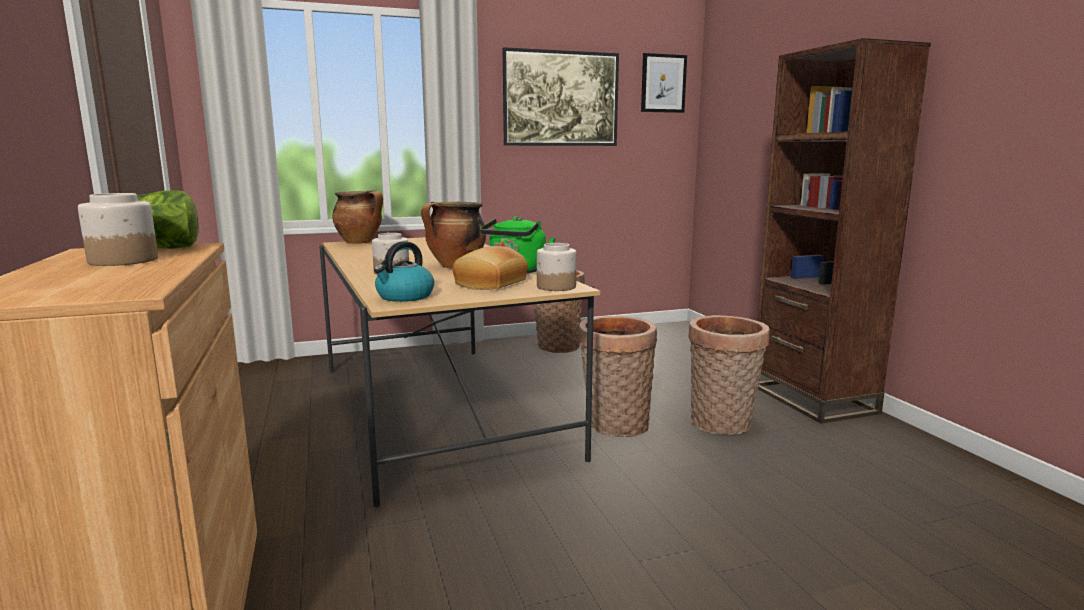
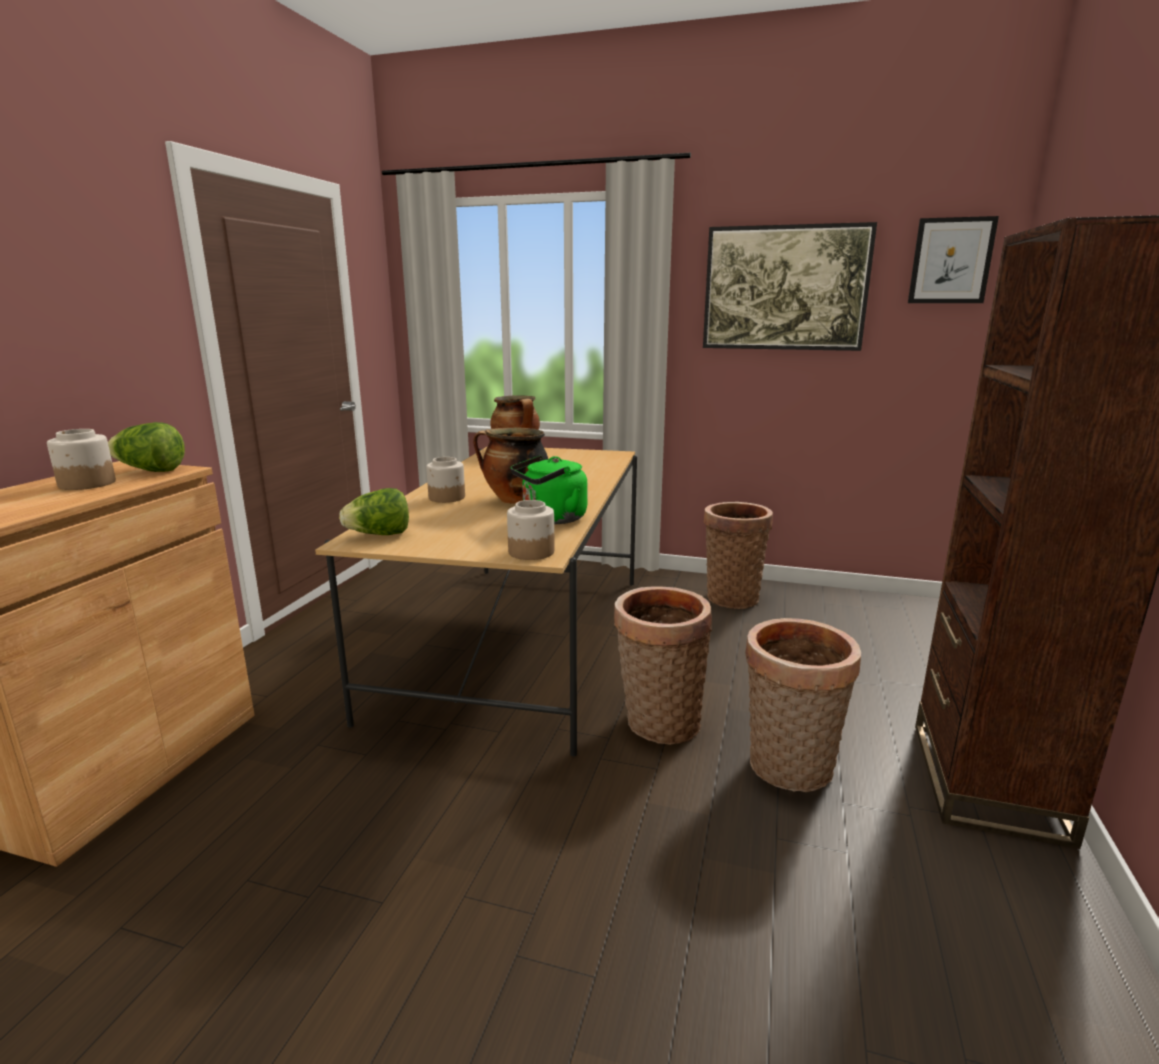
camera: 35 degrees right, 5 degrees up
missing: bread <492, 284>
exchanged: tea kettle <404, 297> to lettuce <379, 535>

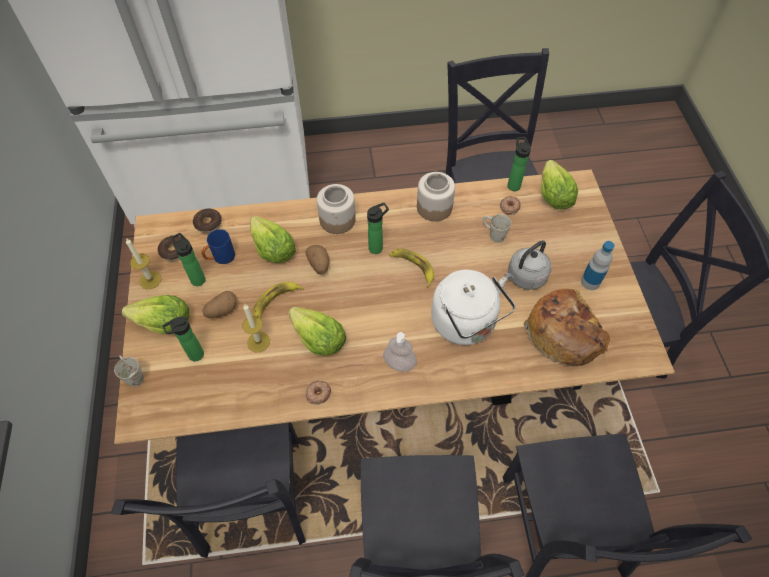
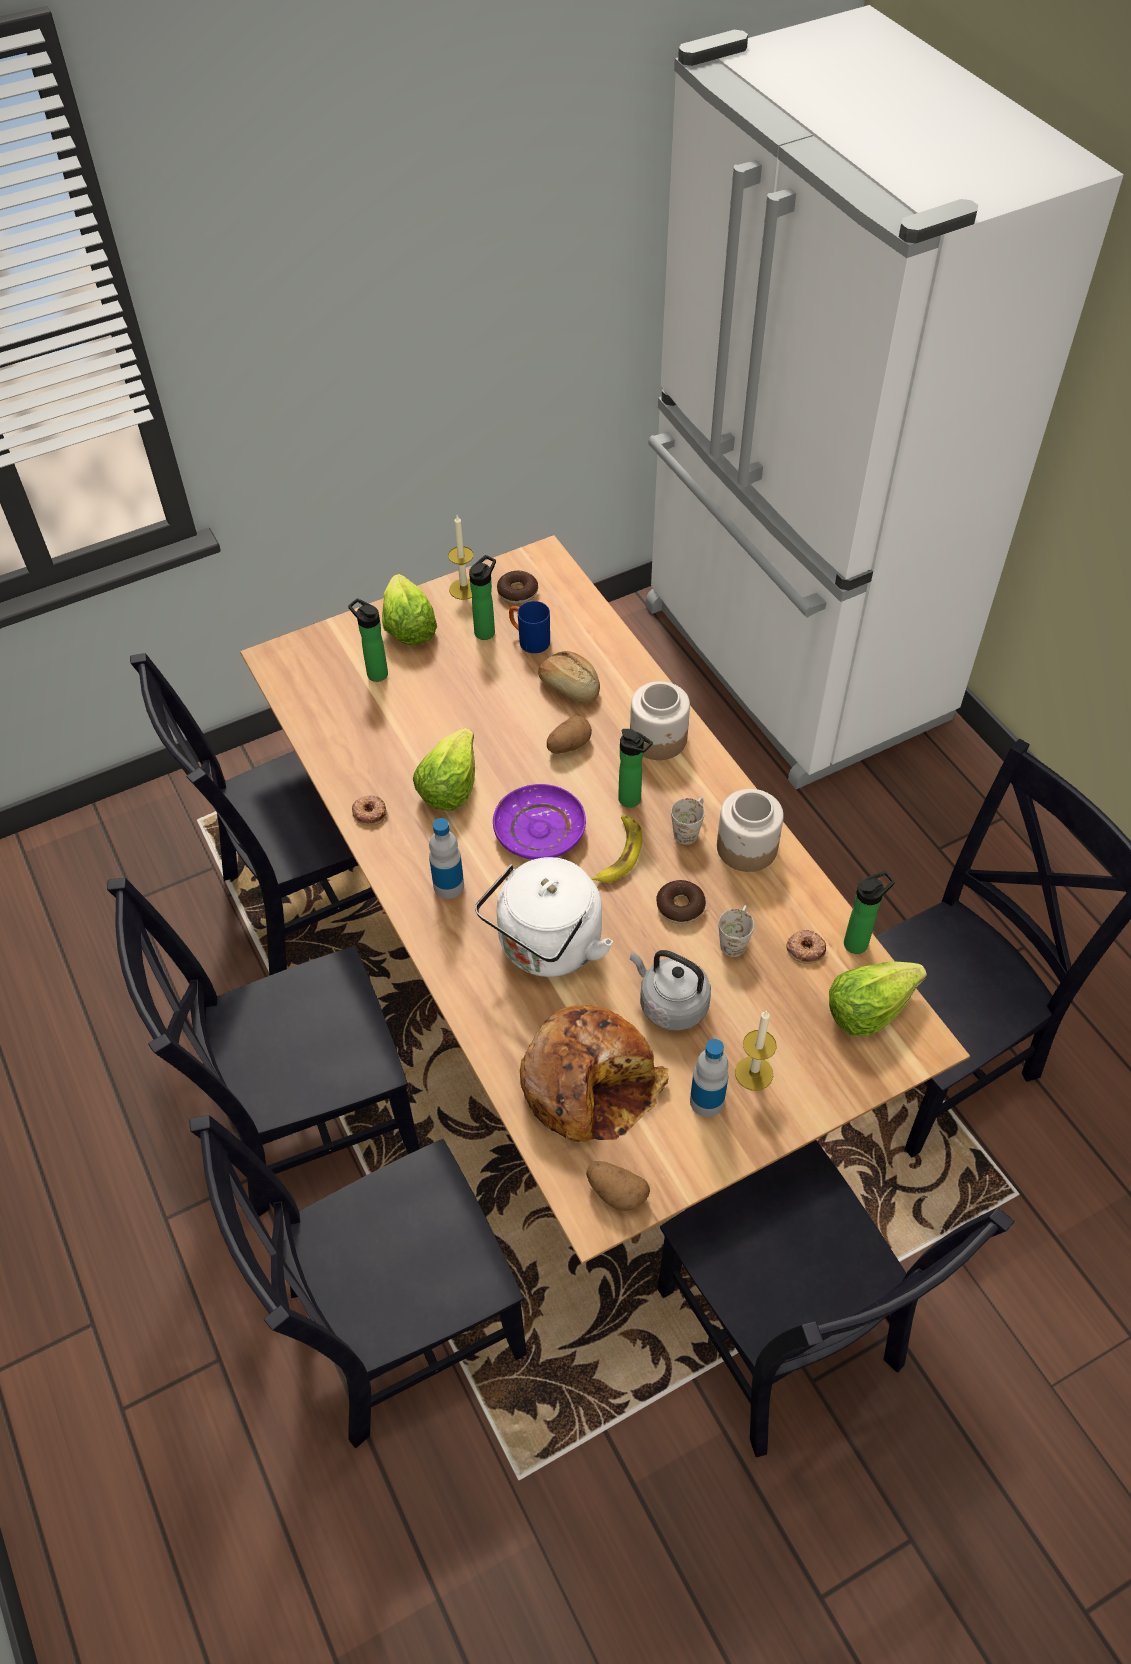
camera: 70 degrees right, 5 degrees down
missing: banana <276, 302>
appeared: purple-coloured plate <540, 831>
relocated: white-coloured coffee mug <133, 375> to <689, 829>; donut <208, 223> to <680, 906>; spud <222, 310> to <615, 1192>; wax candle <258, 342> to <754, 1073>
exchanged: lettuce <272, 249> to bread <569, 687>; soap bottle <399, 363> to beverage bottle <448, 886>

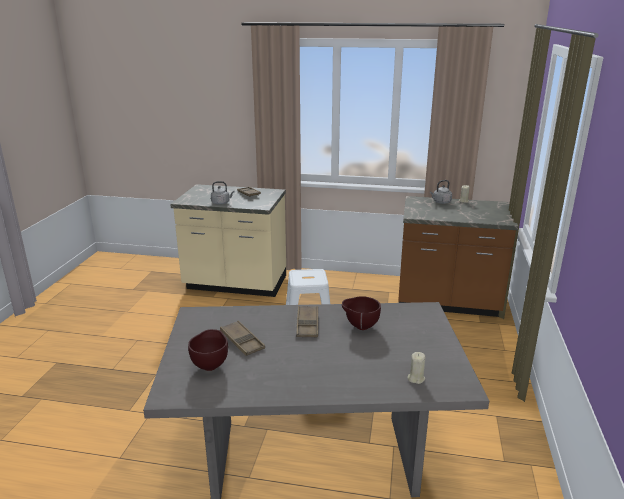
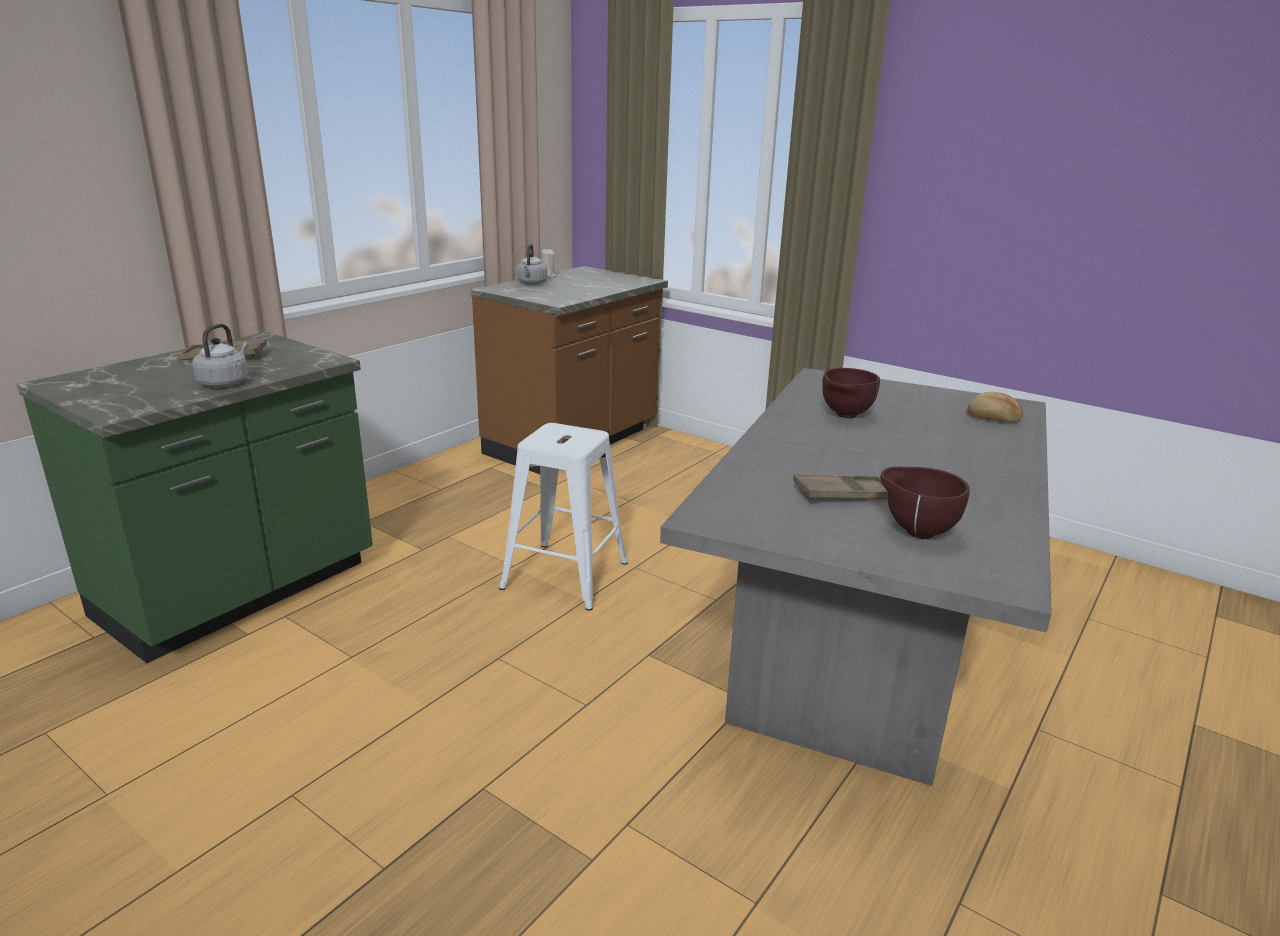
camera: 65 degrees left, 0 degrees up
missing: brownish serving tray <307, 325>
exchanged: sand-coloured wax candle <416, 378> to bread <993, 419>
colour: sand-coloured kitchen counter <235, 284> to green-coloured kitchen counter <240, 592>

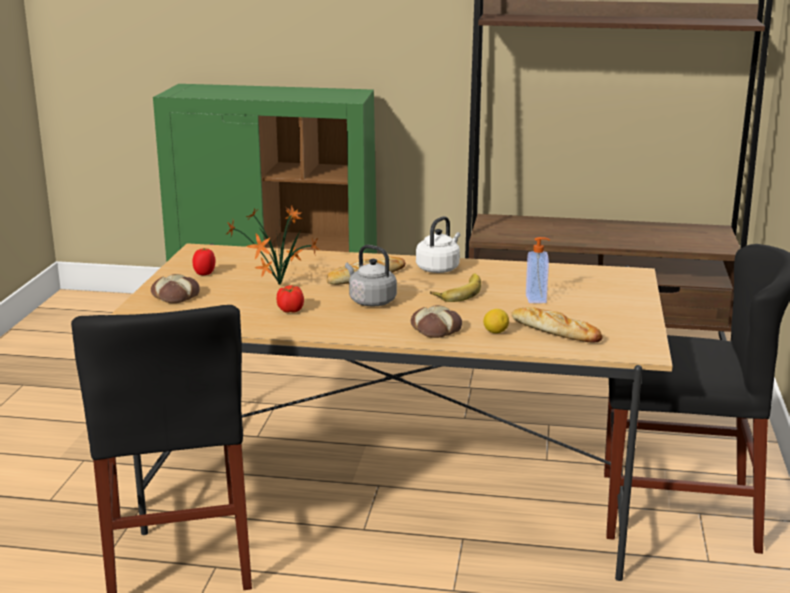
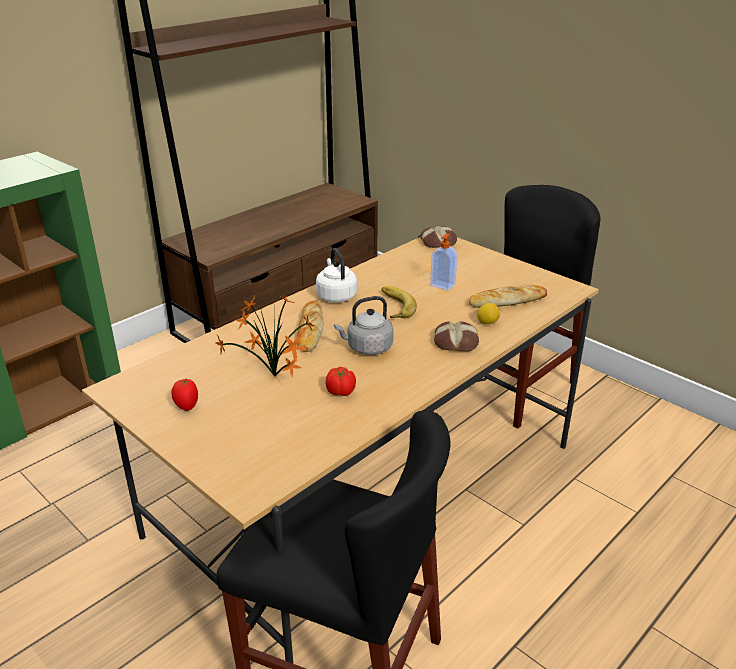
camera: 55 degrees left, 10 degrees up
relocated: bread <176, 295> to <438, 241>

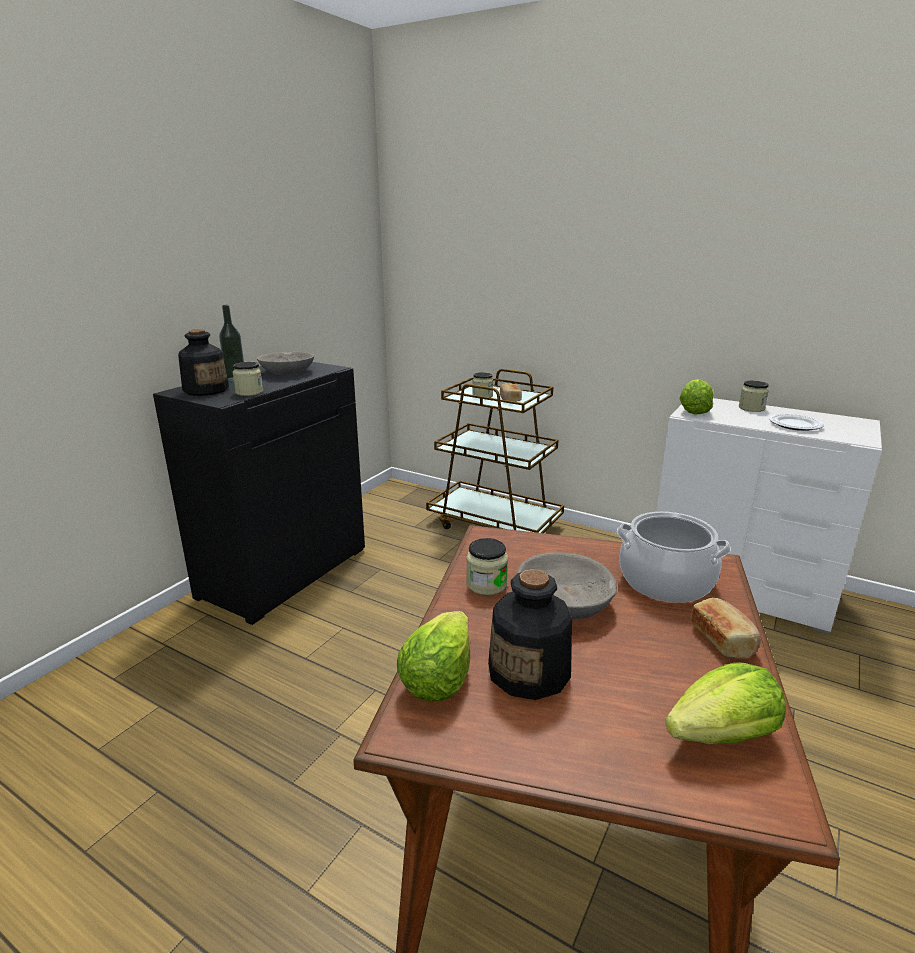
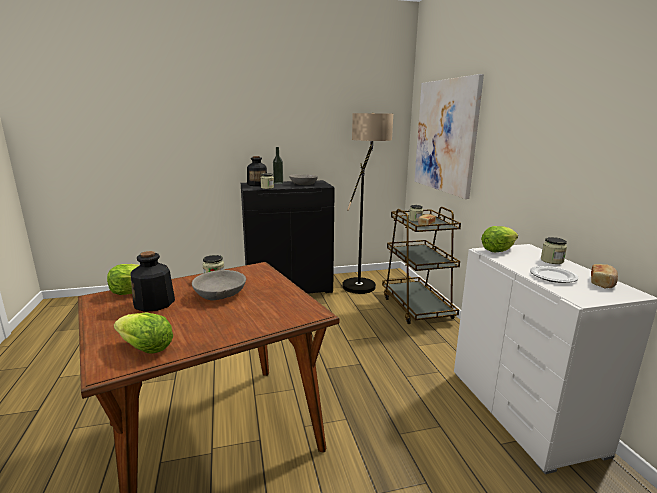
camera: 45 degrees right, 5 degrees down
missing: stockpot <665, 581>
appeared: floor lamp <363, 282>; wall picture <445, 136>
relocated: bread <723, 639> to <602, 283>

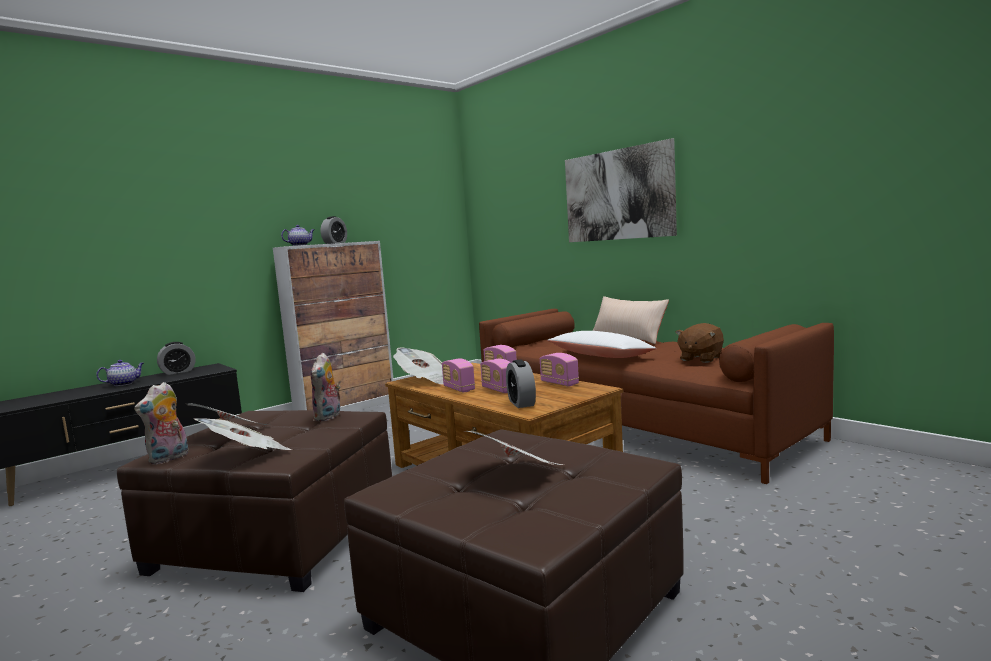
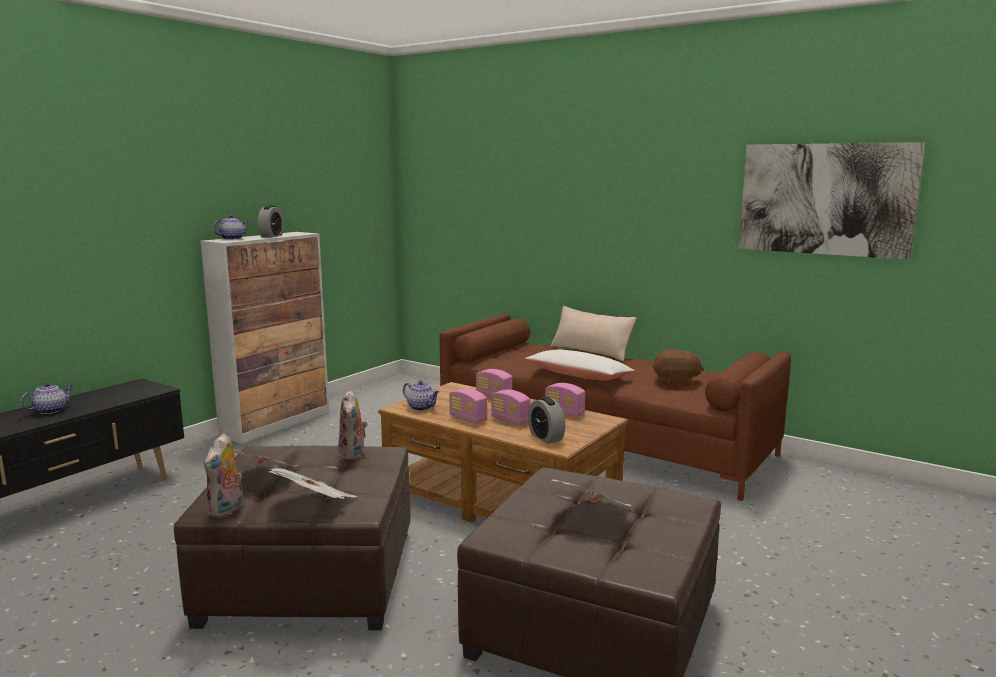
camera: 15 degrees left, 5 degrees up
missing: table clock <178, 372>
relocated: wall picture <617, 195> to <825, 199>
exchanged: daily paper <425, 381> to teapot <422, 407>
spun: brownish plush toy <700, 359> = <676, 382> 105 degrees counterclockwise

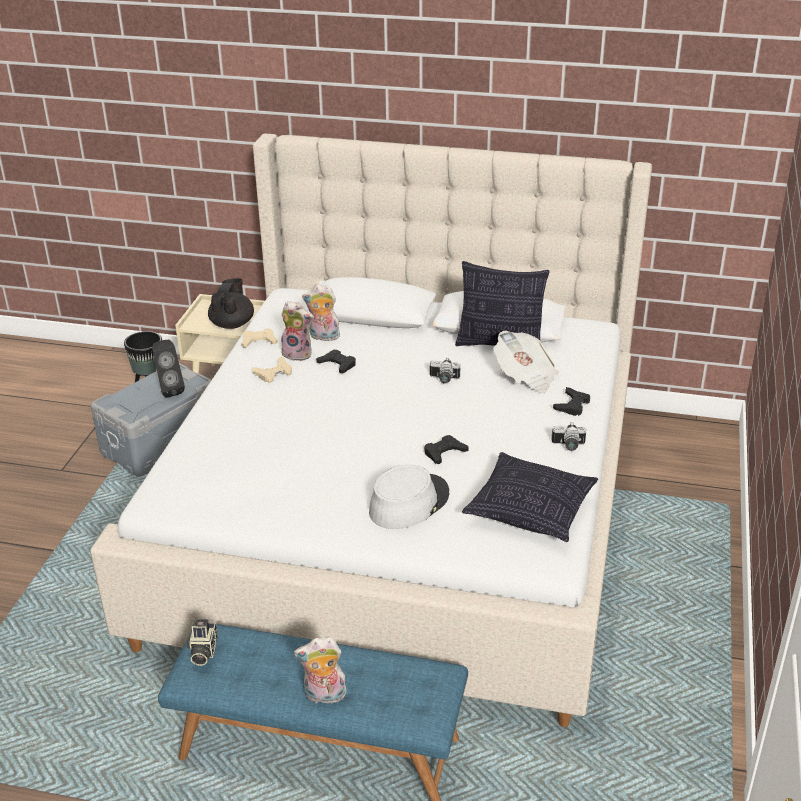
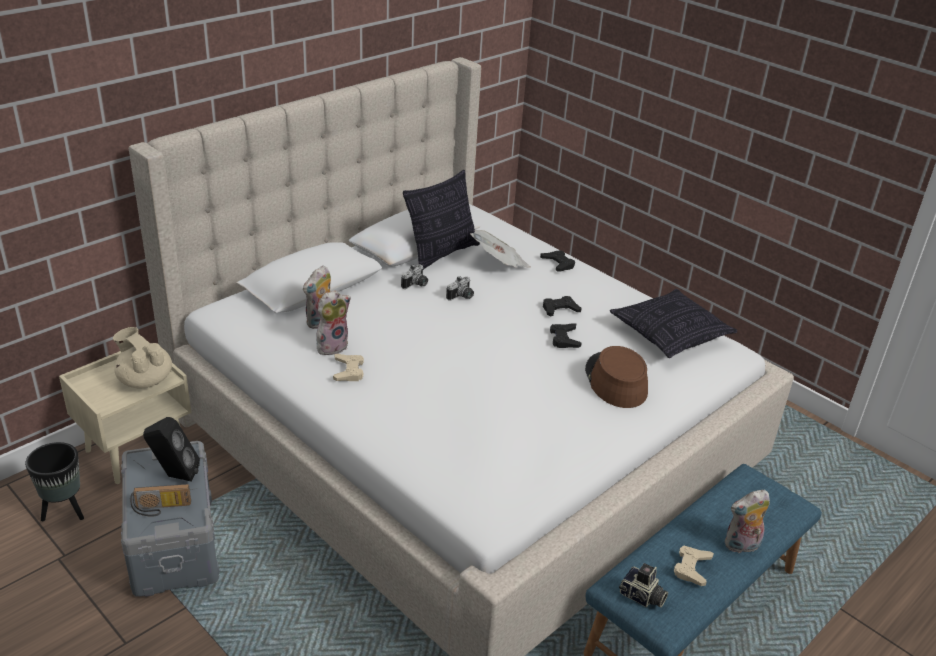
camera: 60 degrees left, 0 degrees up
appeared: radio set <161, 509>
relocated: sand-coloured joypad <259, 341> to <692, 568>; blackish joypad <337, 364> to <560, 309>; still camera <568, 446> to <416, 285>
colour: blackish teapot <232, 324> to sand-coloured teapot <145, 380>; greyish wearable hat <409, 502> to brownish wearable hat <615, 381>
spun: plush toy <324, 696> = <741, 546> 45 degrees clockwise

